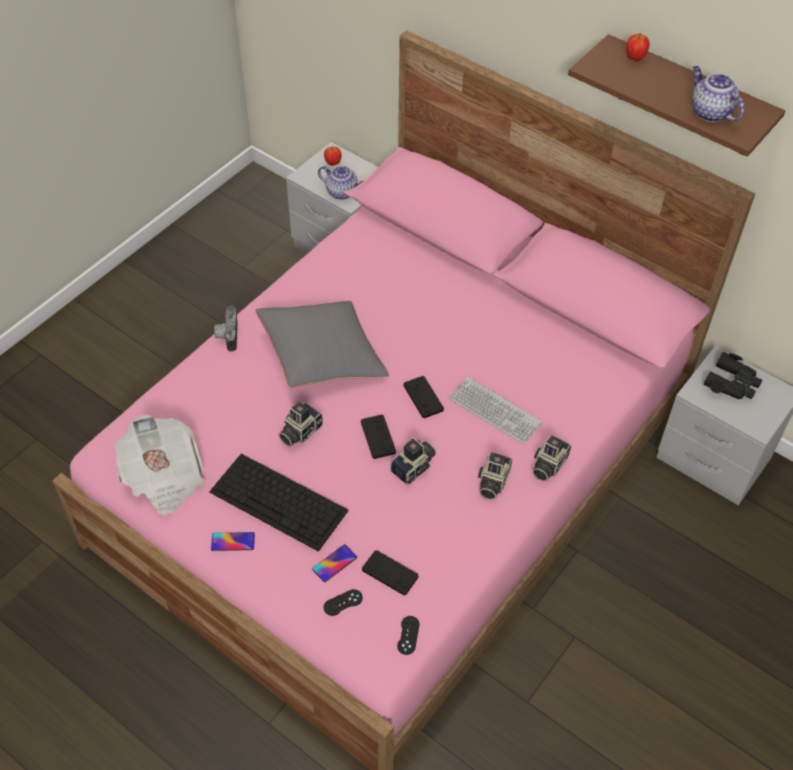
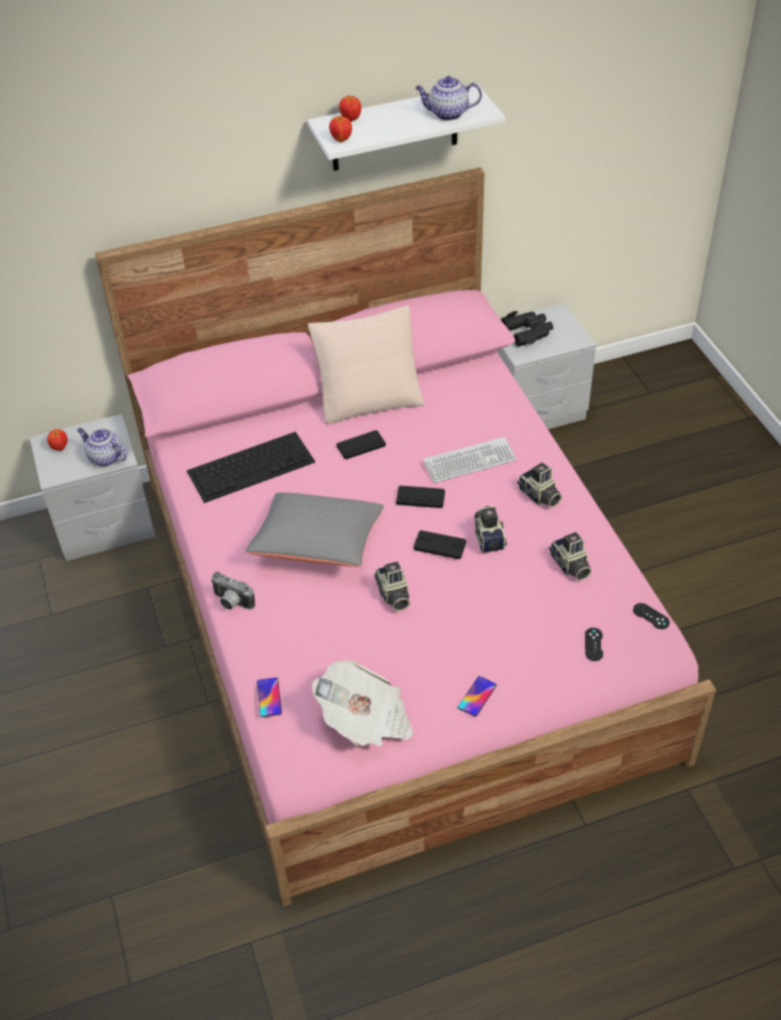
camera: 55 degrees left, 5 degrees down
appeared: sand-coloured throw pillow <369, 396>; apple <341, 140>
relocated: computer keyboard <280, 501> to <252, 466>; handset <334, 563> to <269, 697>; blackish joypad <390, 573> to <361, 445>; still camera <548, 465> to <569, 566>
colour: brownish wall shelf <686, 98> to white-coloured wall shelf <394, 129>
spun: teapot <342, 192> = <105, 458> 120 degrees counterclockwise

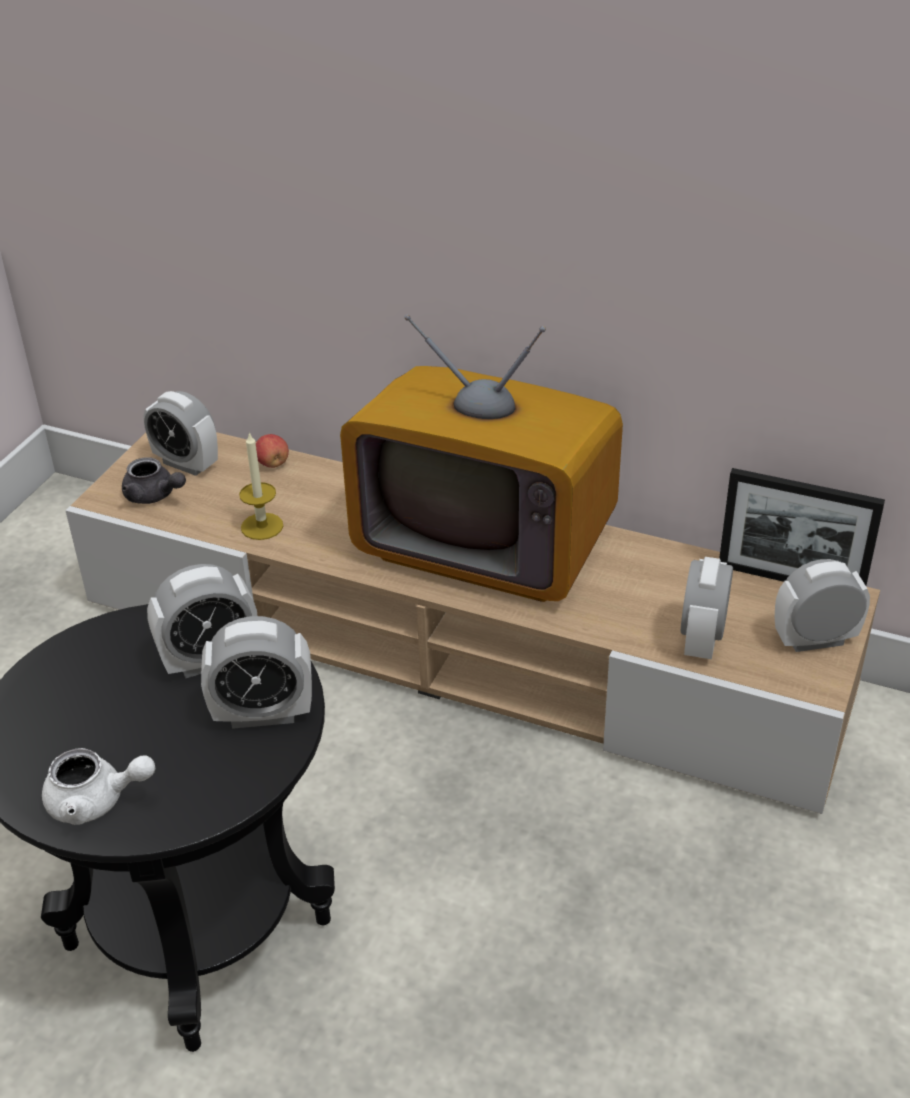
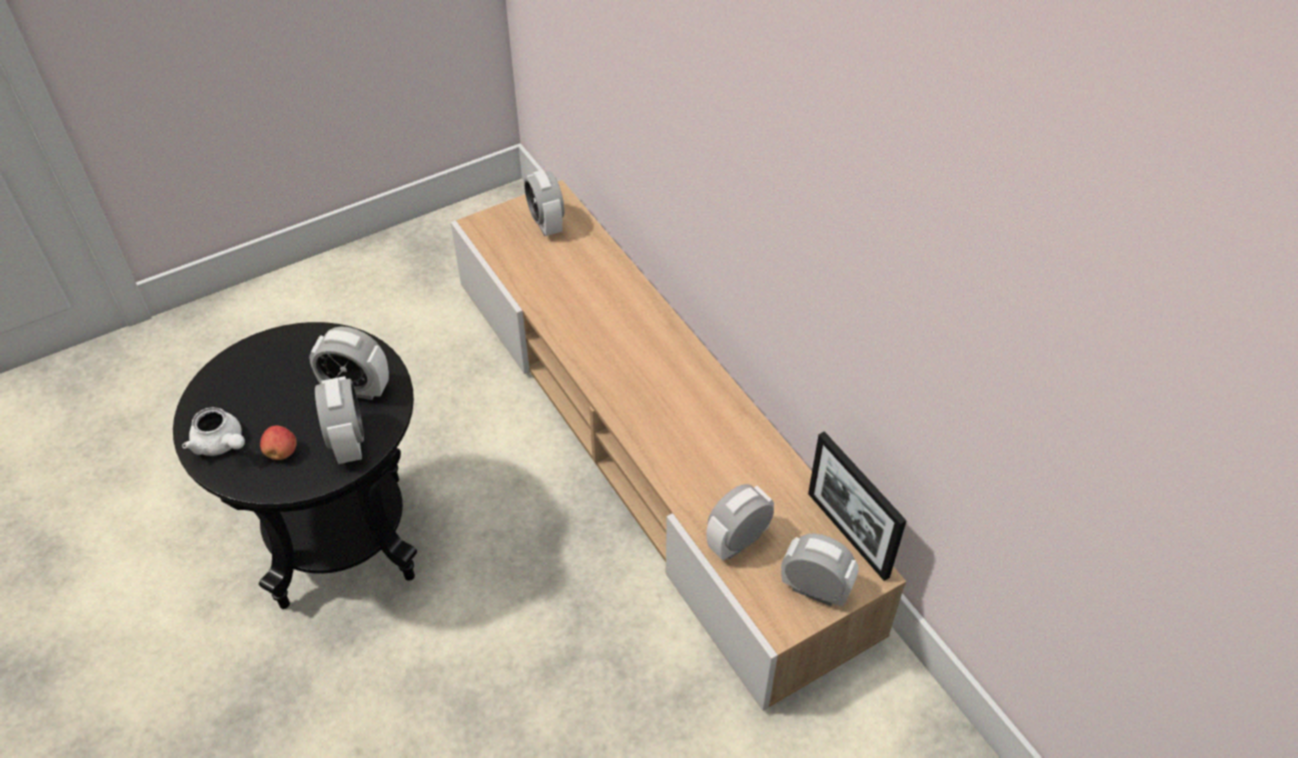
camera: 35 degrees right, 10 degrees up
missing: greyish teapot <154, 496>; wax candle <262, 526>; television <486, 543>
relocated: apple <273, 463> to <282, 452>
spun: table clock <263, 714> = <348, 442> 135 degrees counterclockwise

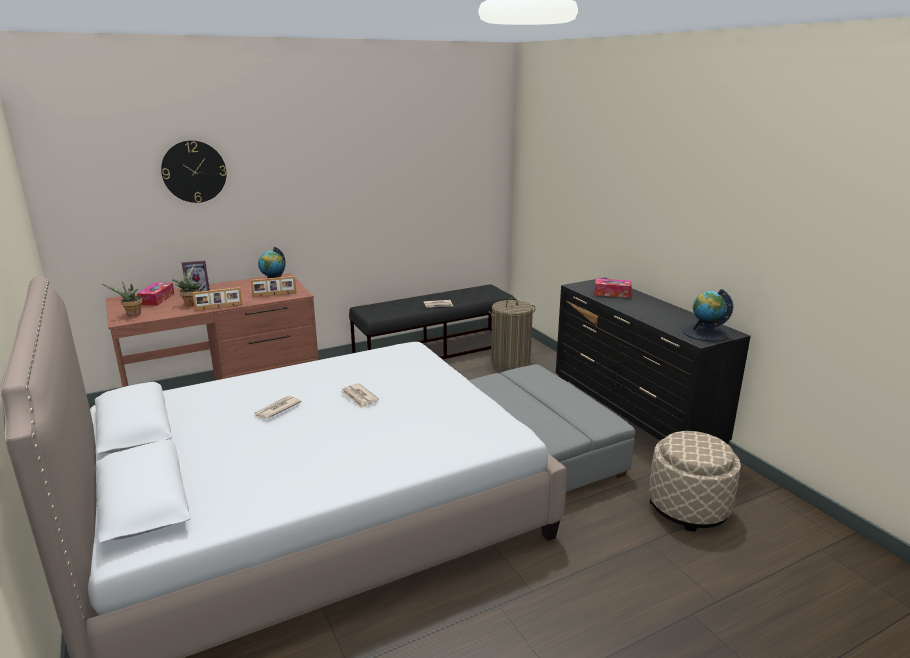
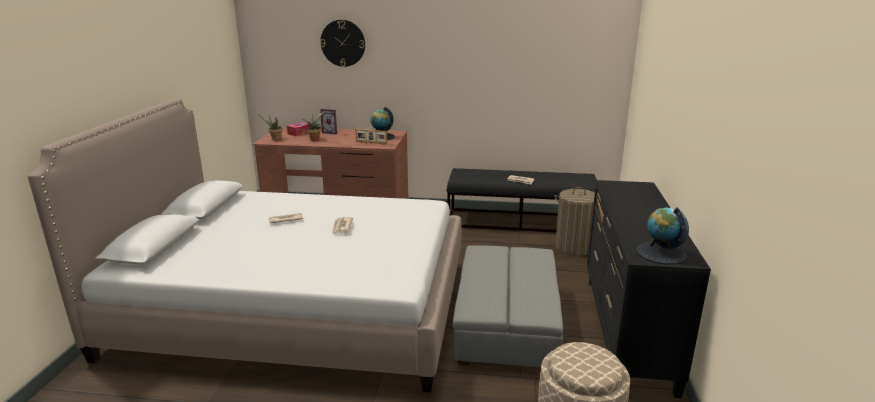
camera: 35 degrees right, 0 degrees up
missing: photo frame <218, 307>; tissue holder <612, 293>

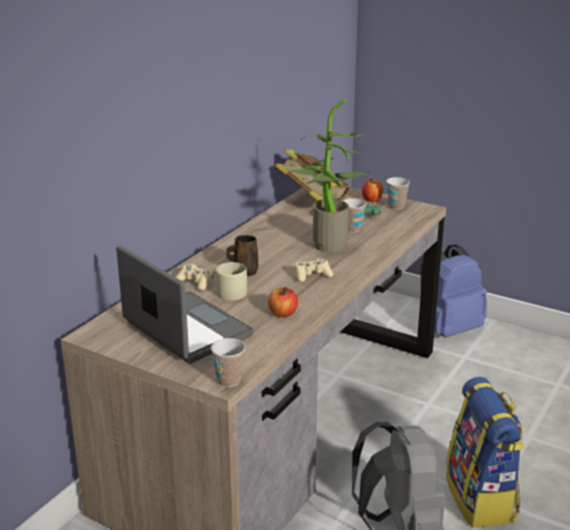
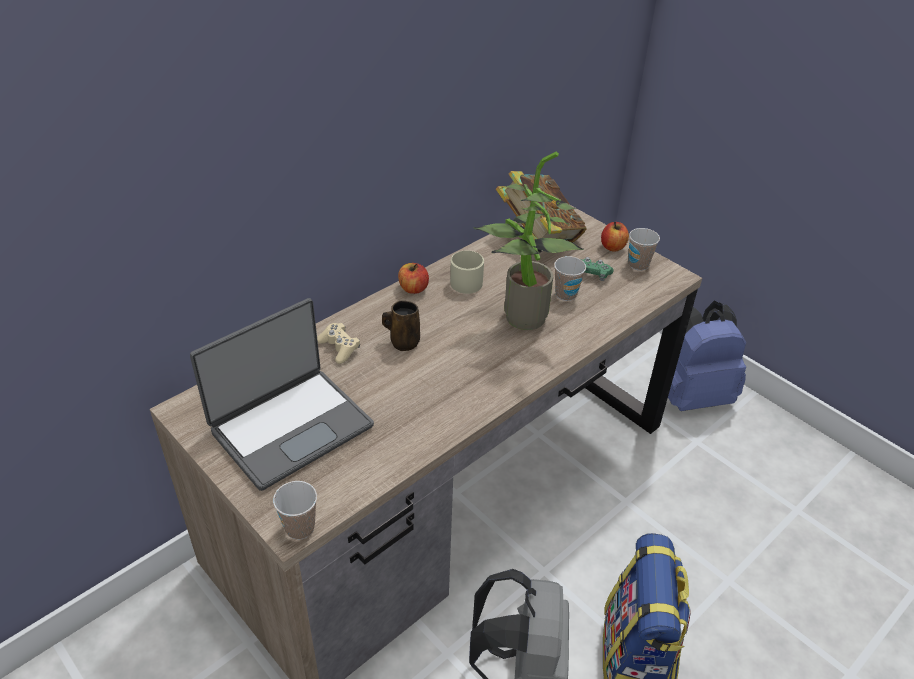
camera: 15 degrees right, 15 degrees up
missing: sand-coloured joypad <312, 275>
relocated: sand-coloured coffee mug <231, 291> to <467, 281>; apple <282, 313> to <413, 288>
spun: portable computer <185, 330> = <290, 427> 75 degrees clockwise

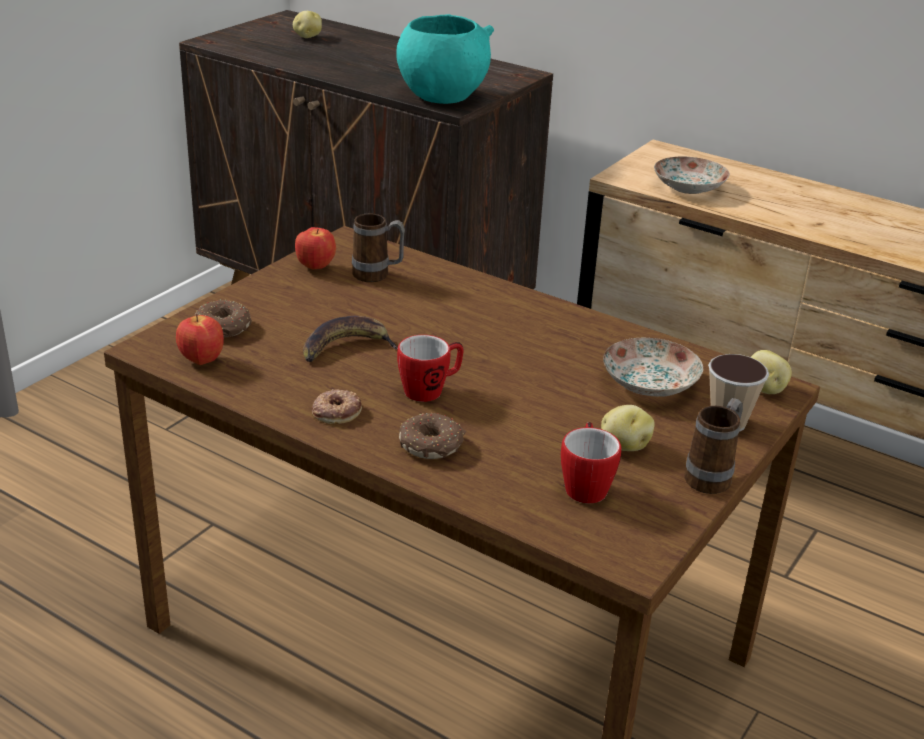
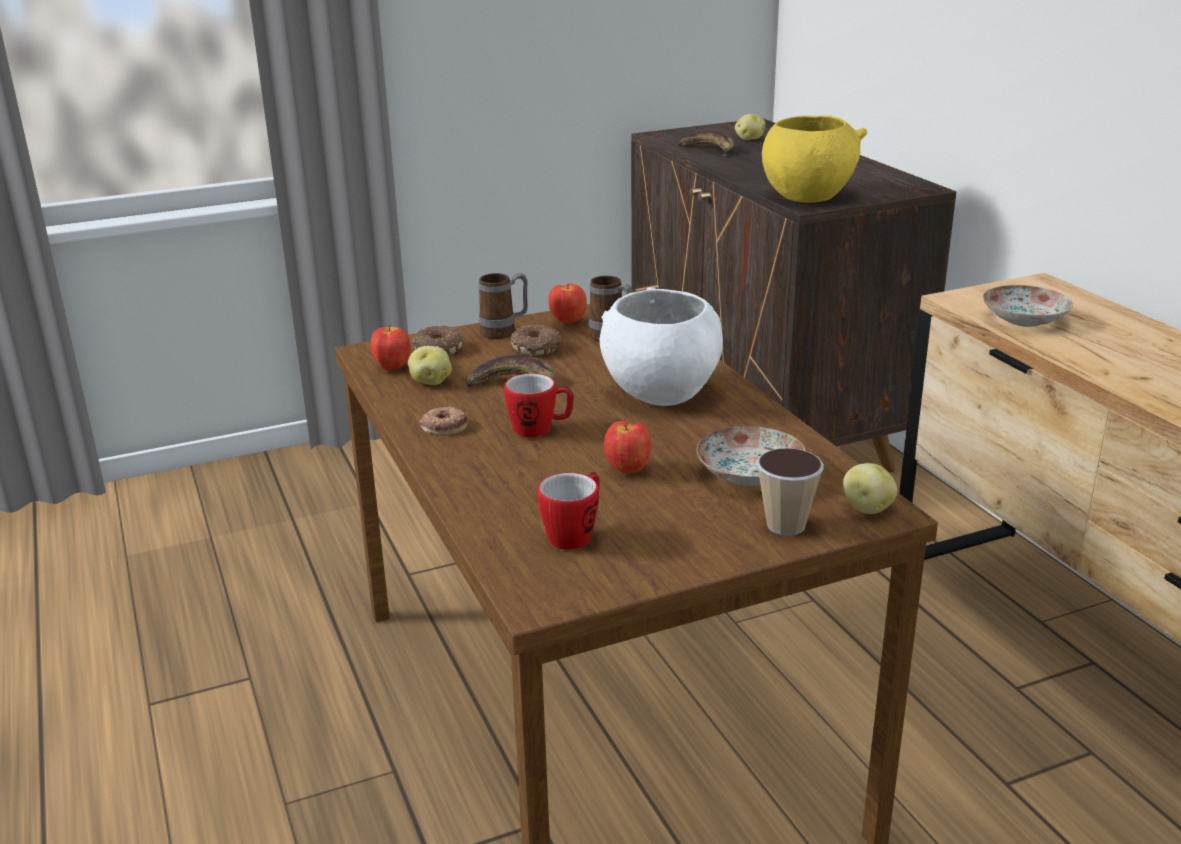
camera: 35 degrees right, 5 degrees down
appeared: white-coloured deep dish <660, 393>; apple <628, 470>; banana <708, 150>
relocated: donut <432, 445> to <537, 348>; spud <623, 446> to <431, 381>; coffee mug <712, 476> to <505, 332>
colour: turquoise-coloured deep dish <442, 96> to yellow deep dish <807, 196>

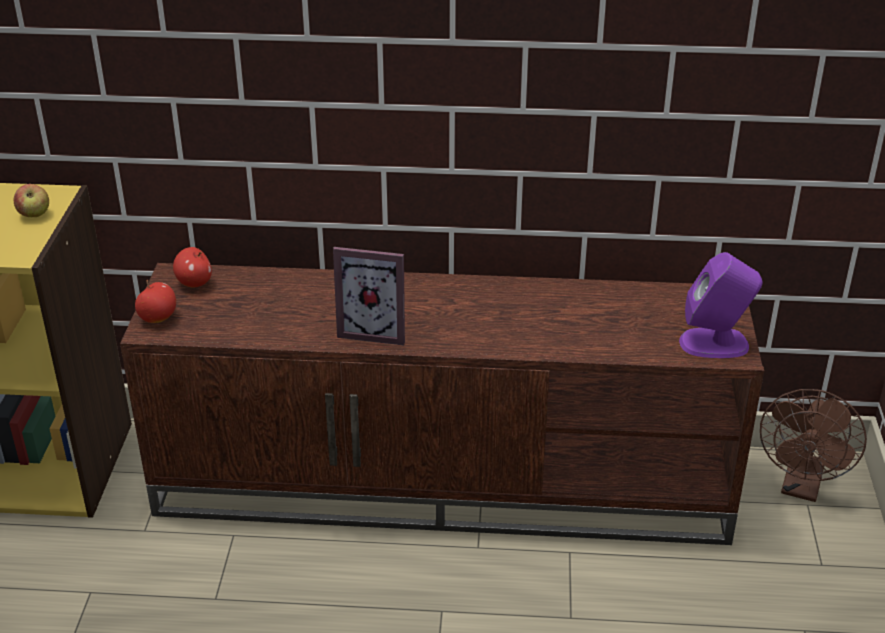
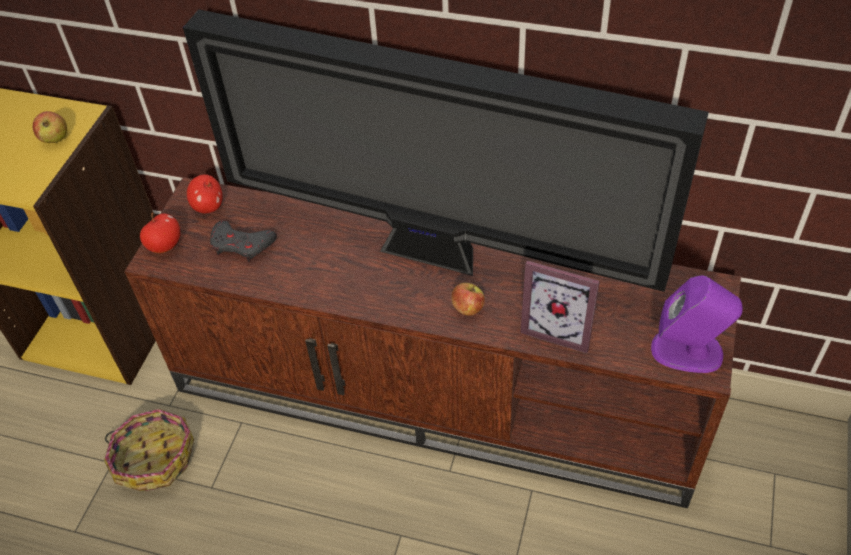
camera: 15 degrees right, 15 degrees up
missing: brownish cooling fan <801, 487>
appeared: household basket <154, 457>; television <437, 255>; greyish joypad <242, 244>; apple <467, 308>
relocated: photo frame <375, 330> to <559, 327>

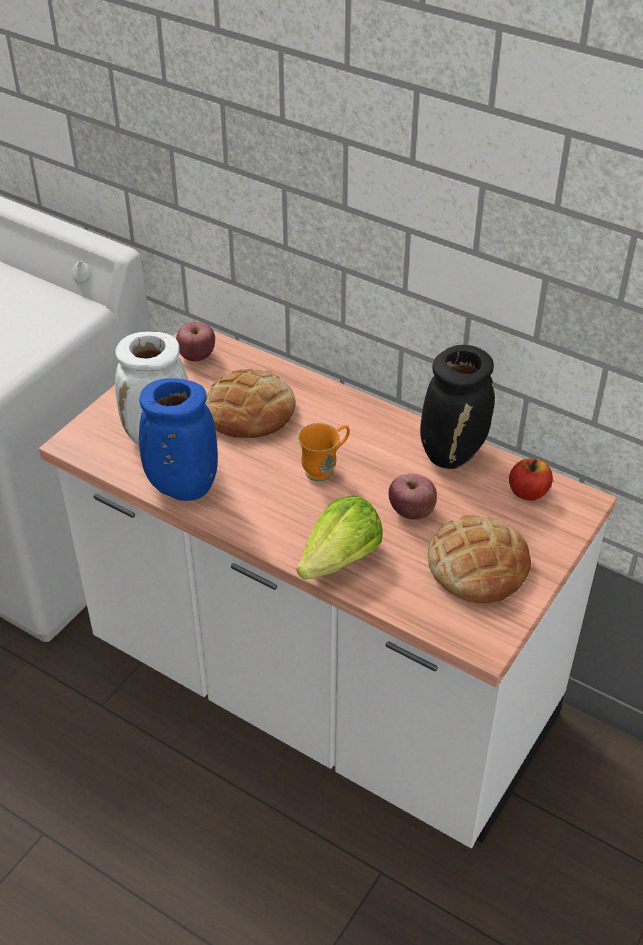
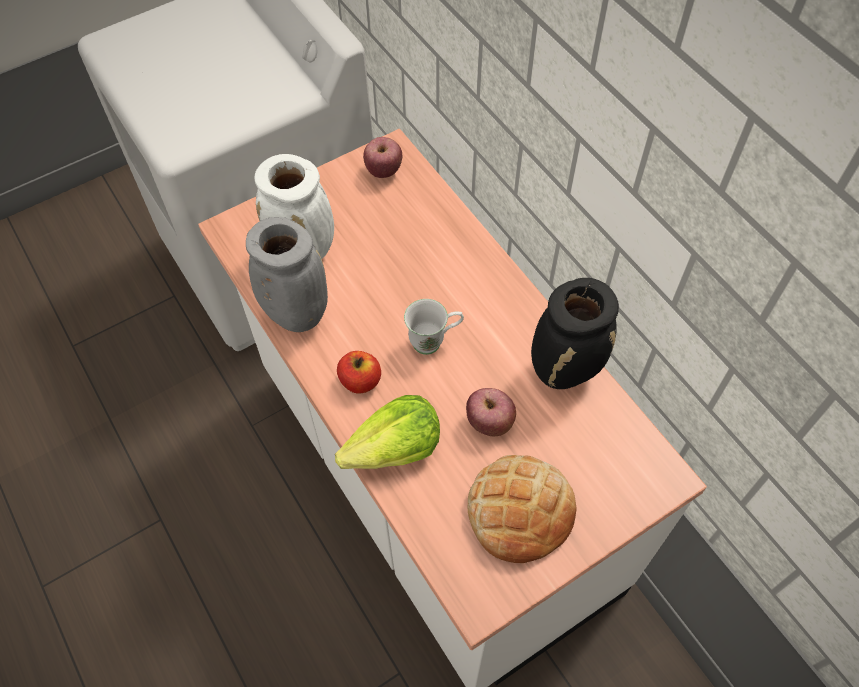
camera: 25 degrees right, 15 degrees up
missing: bread <249, 411>
relocated: apple <528, 492> to <360, 381>
colour: bluish vase <181, 488> to greyish vase <294, 313>; orangey coffee mug <325, 469> to white-coloured coffee mug <434, 341>

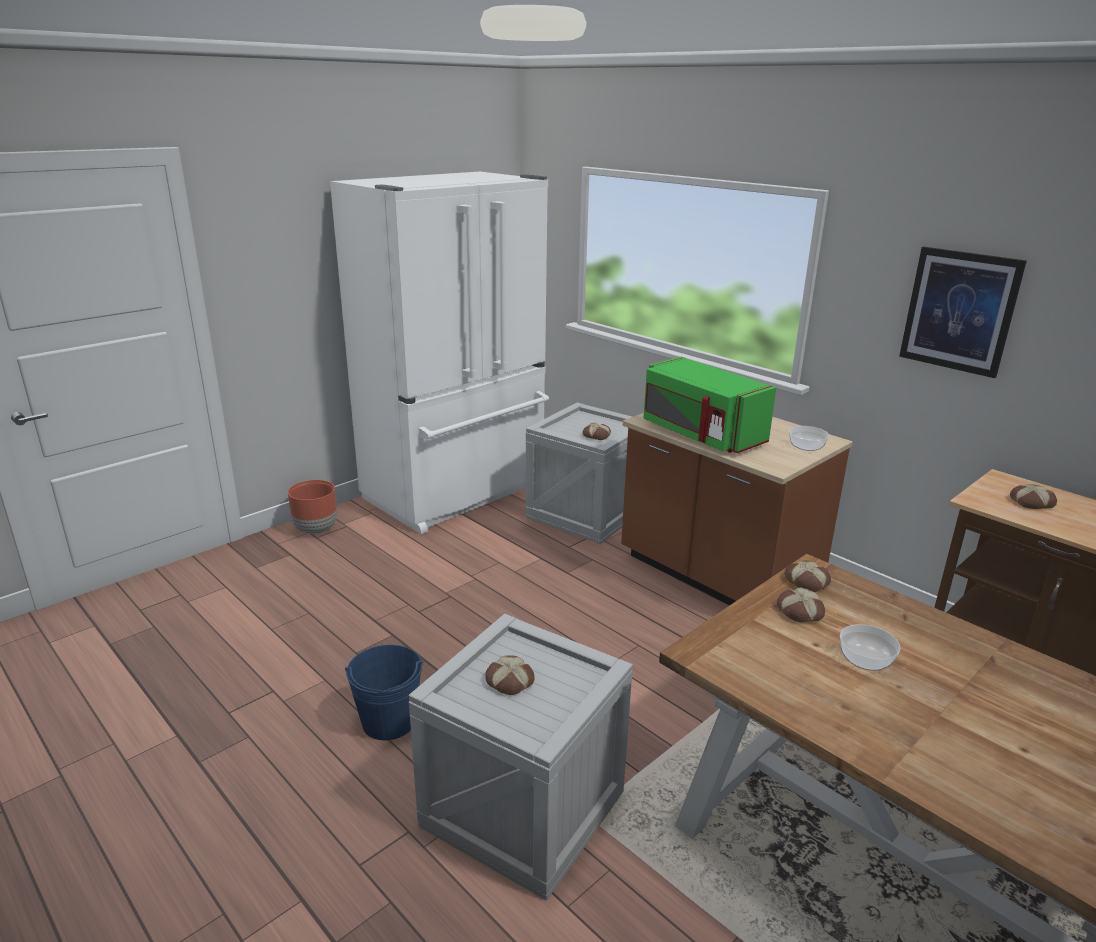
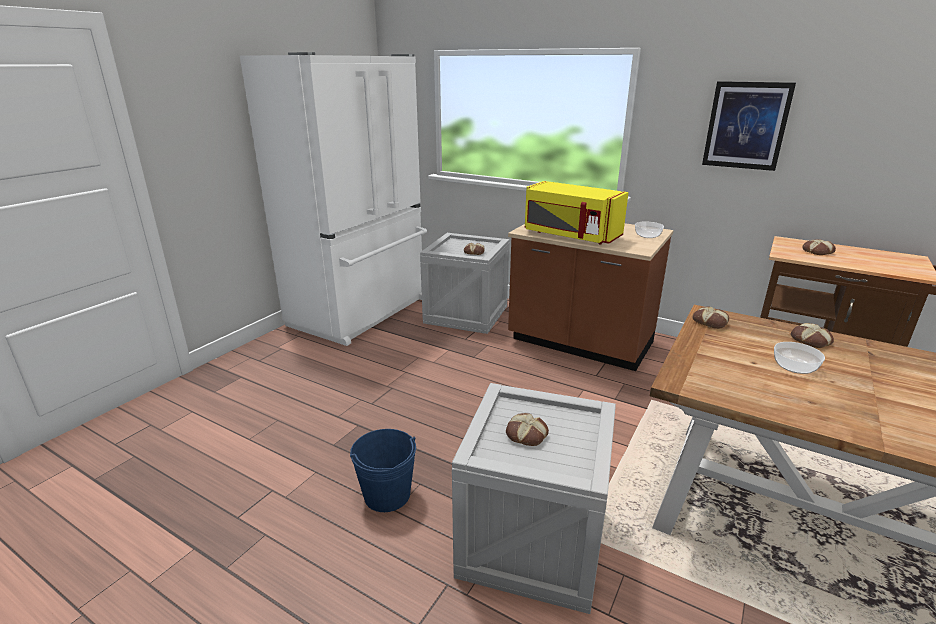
camera: 15 degrees left, 0 degrees up
missing: brownish flower pot <316, 529>
relocated: bread <799, 611> to <809, 340>
colour: green-coloured kitchen microwave <700, 434> to yellow kitchen microwave <570, 235>

